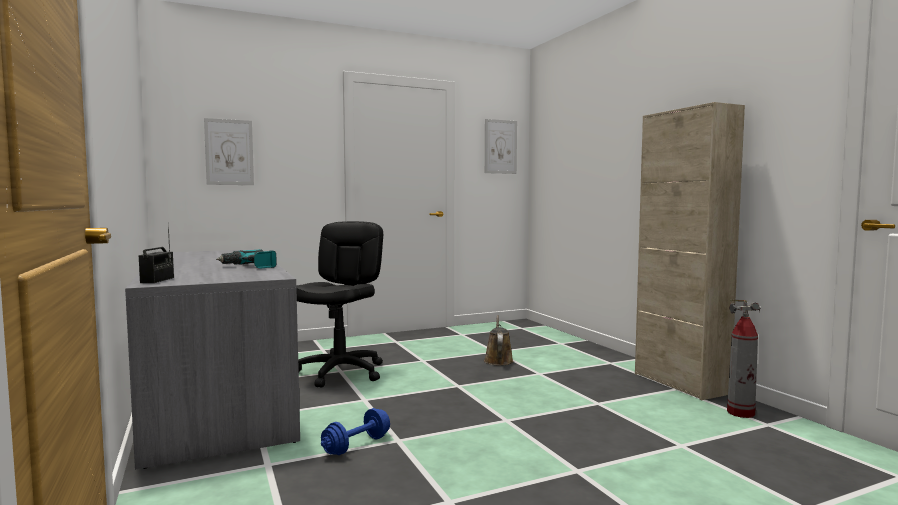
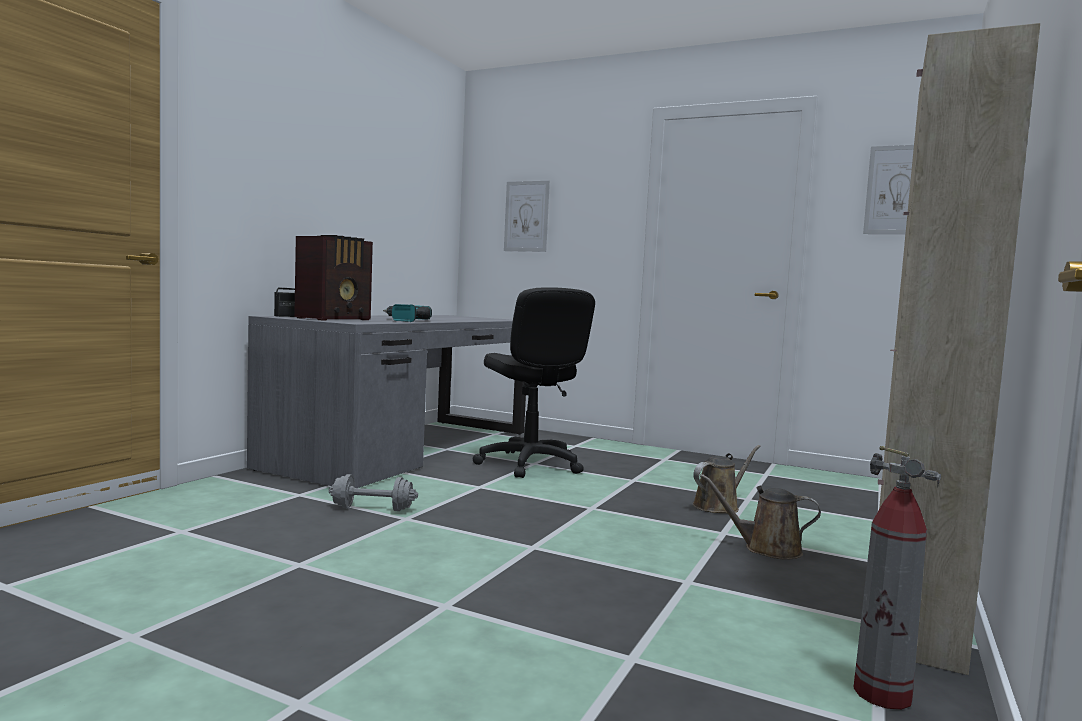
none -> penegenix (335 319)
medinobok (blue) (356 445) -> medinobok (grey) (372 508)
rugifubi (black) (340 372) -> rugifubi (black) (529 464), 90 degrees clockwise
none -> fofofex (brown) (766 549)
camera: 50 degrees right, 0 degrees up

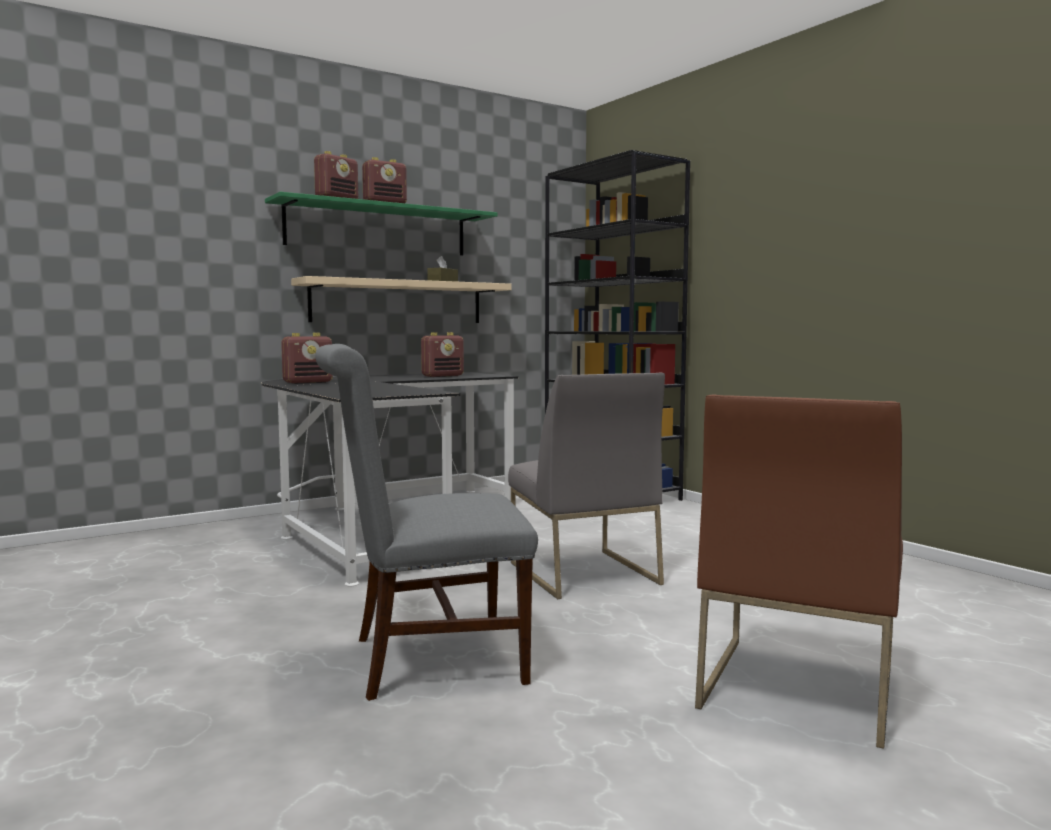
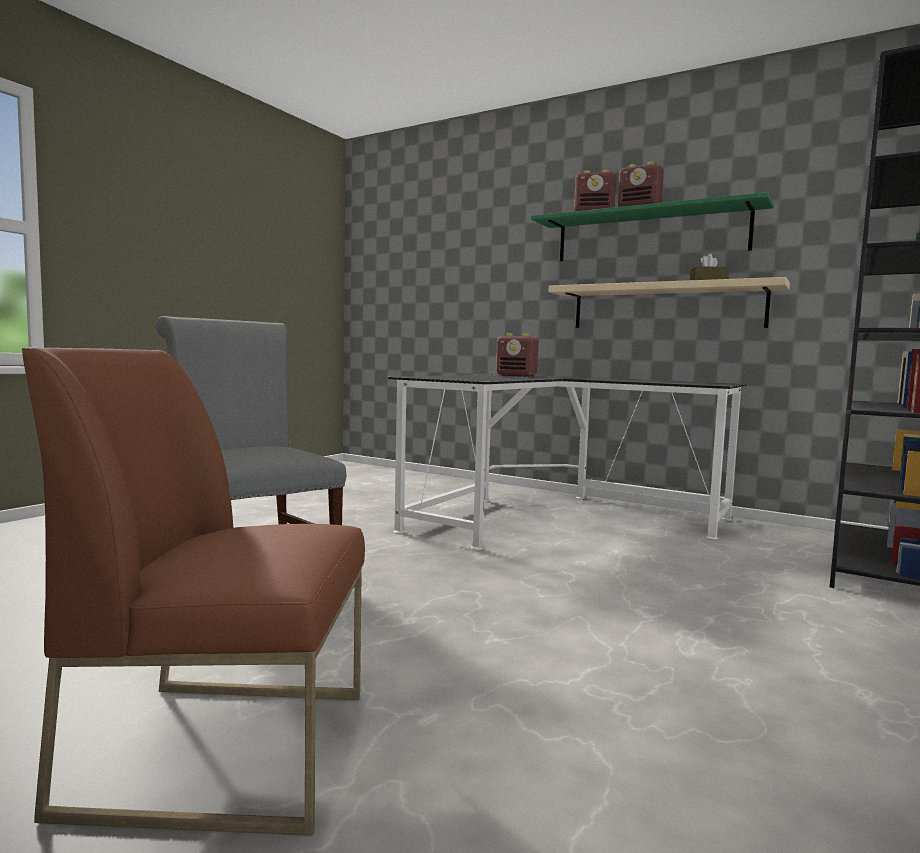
penegenix (443 376) -> none
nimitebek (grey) (582 573) -> none
camera: 65 degrees right, 0 degrees up

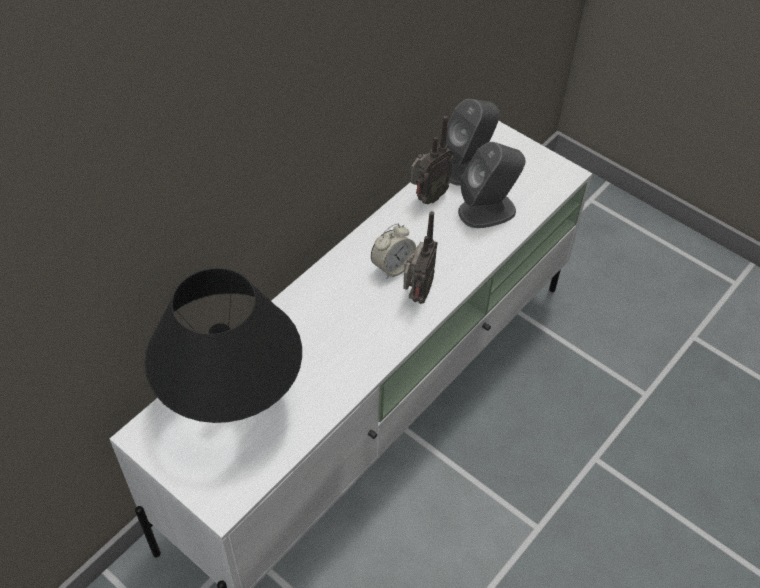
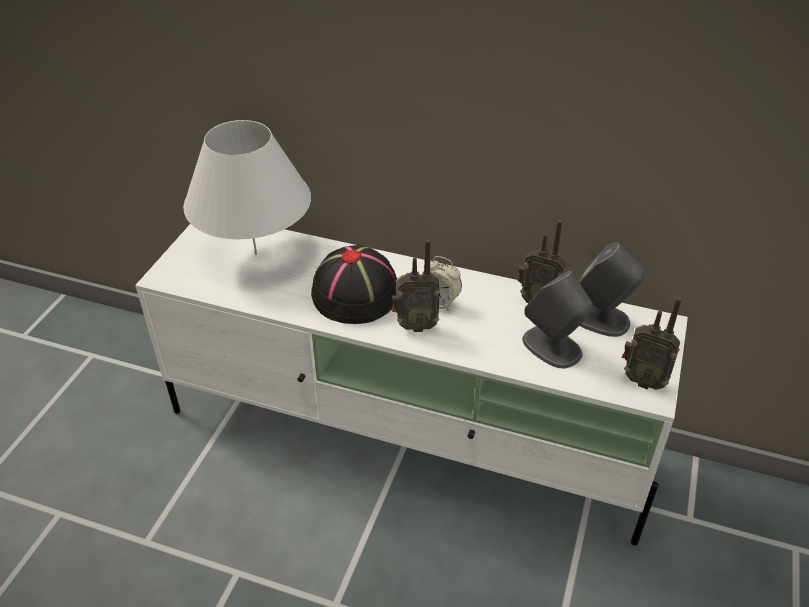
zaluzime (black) (232 400) -> zaluzime (white) (255 254)
none -> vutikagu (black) (356 293)
none -> penegenix (642 380)
camera: 70 degrees right, 10 degrees down

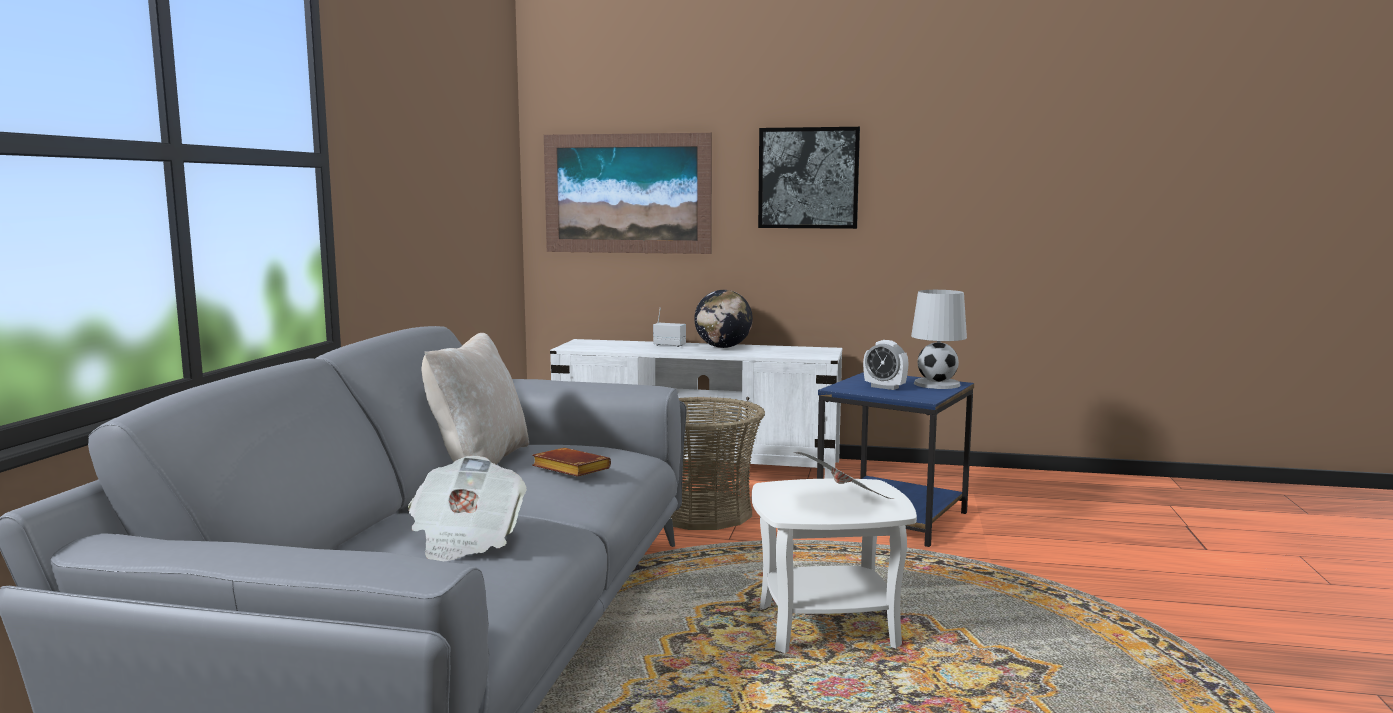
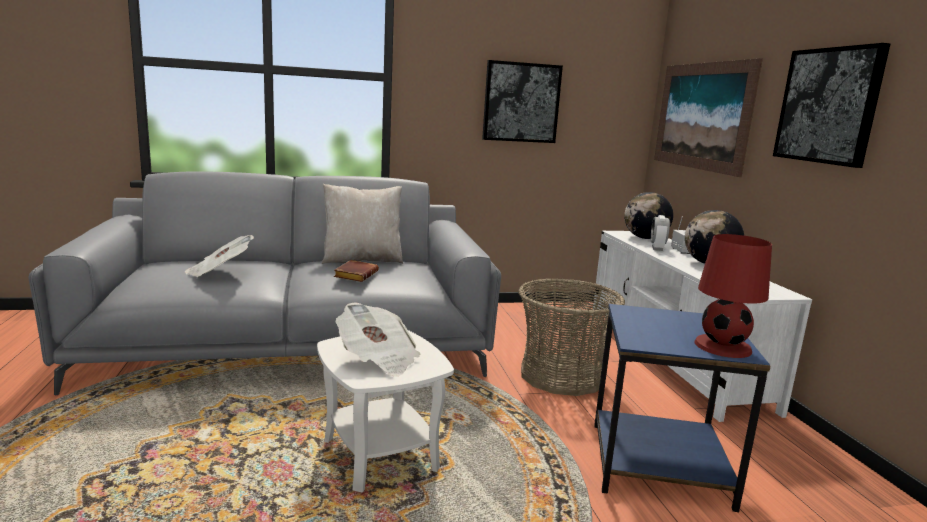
none -> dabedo (521 102)
none -> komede (645 238)
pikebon (884 387) -> pikebon (657 248), moved
zaluzime (white) (936 384) -> zaluzime (red) (722 346)
camera: 65 degrees right, 5 degrees up

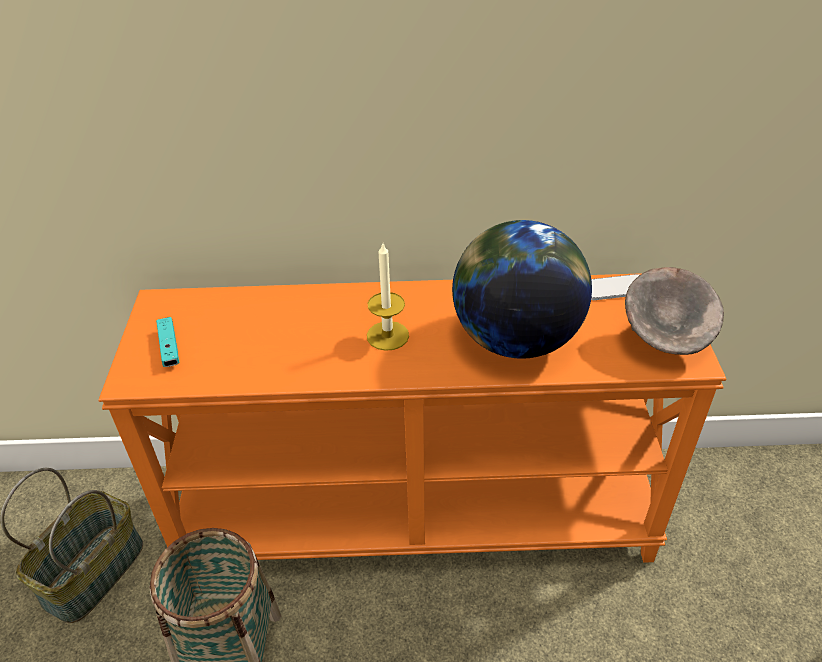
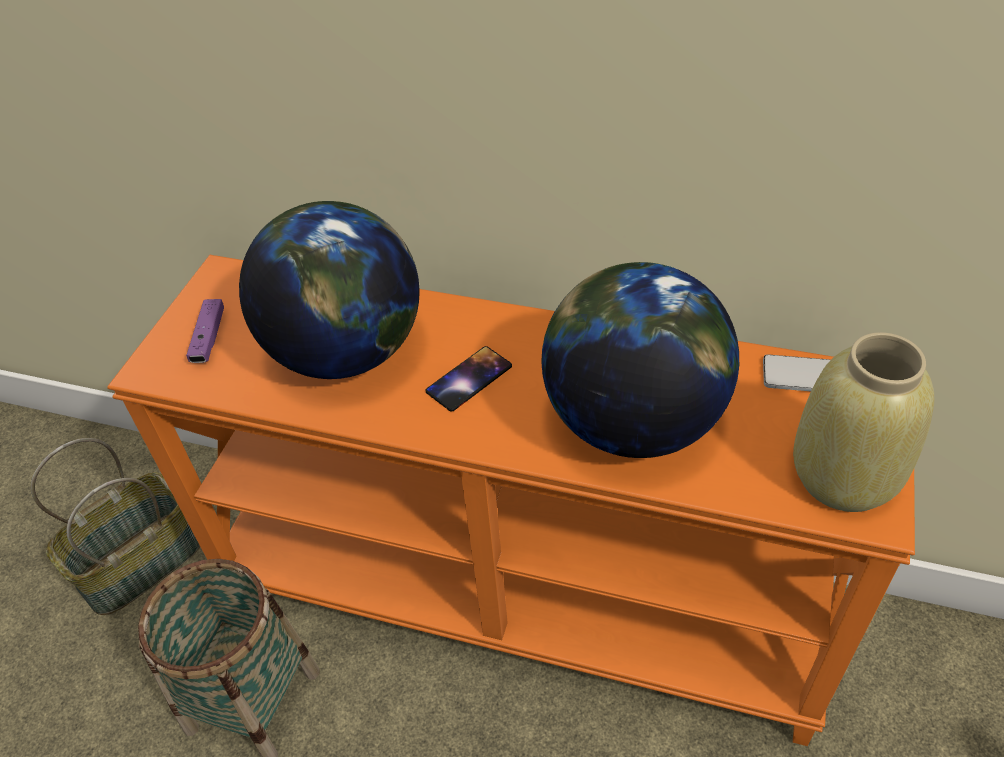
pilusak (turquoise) (169 348) -> pilusak (purple) (209 338)
none -> komede (346 351)
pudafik (387 335) -> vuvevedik (469 379)
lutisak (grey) (665 343) -> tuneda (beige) (845 476)
camera: 20 degrees right, 5 degrees up

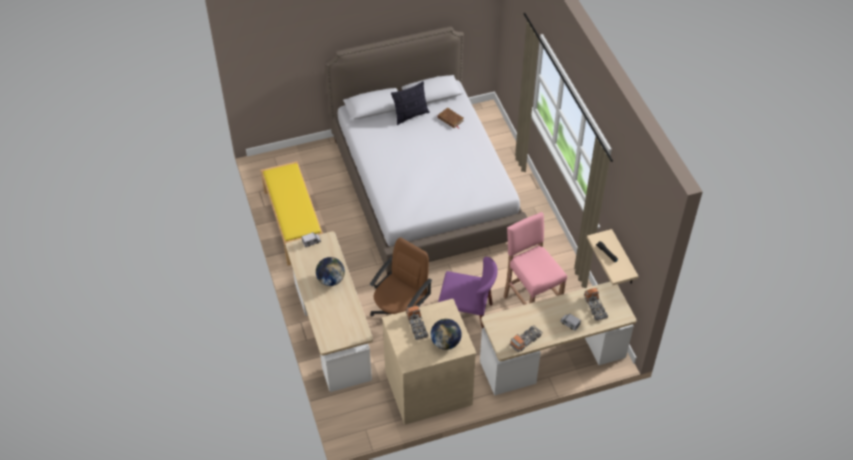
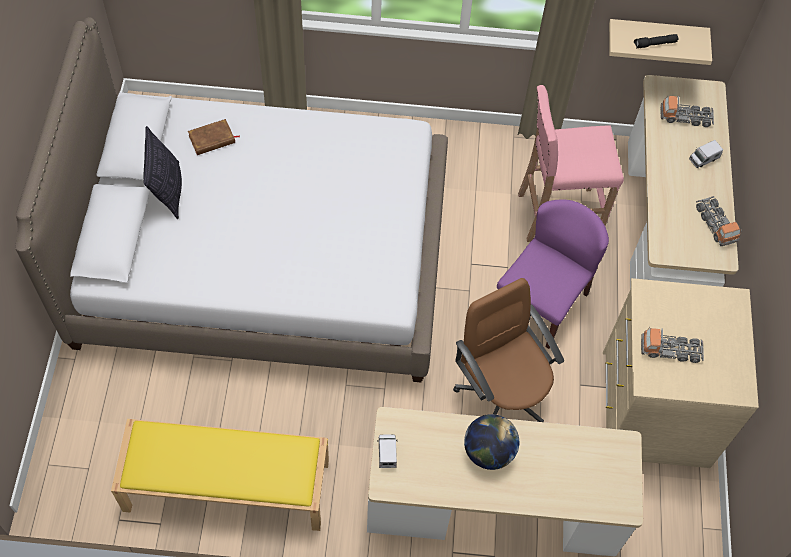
komede (445 342) -> none
camera: 70 degrees left, 10 degrees up

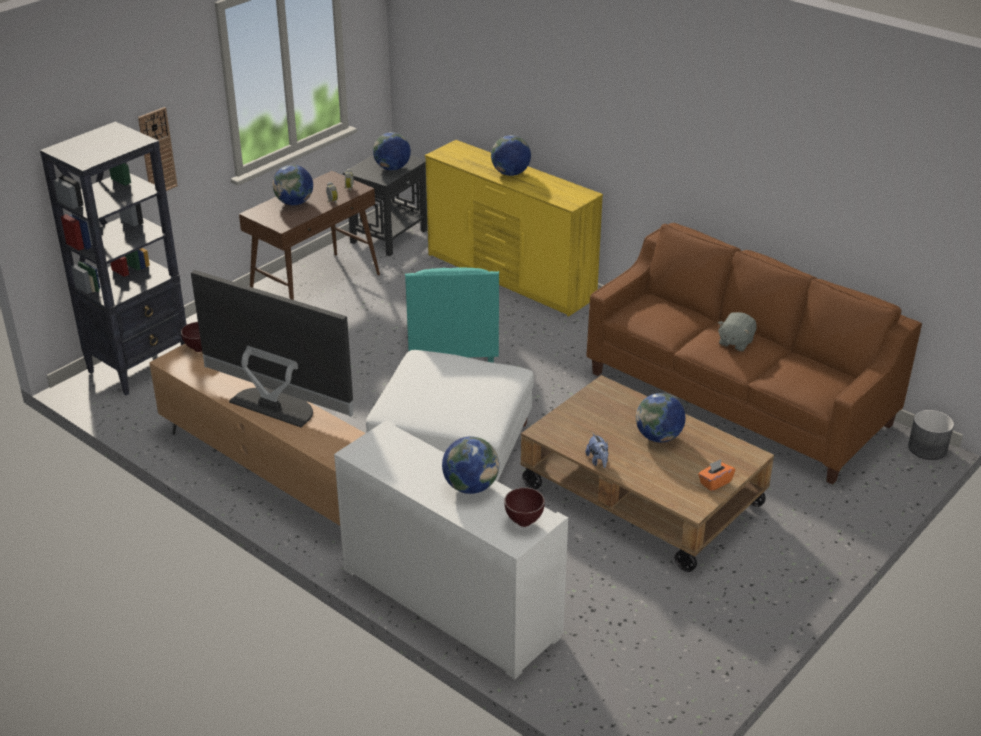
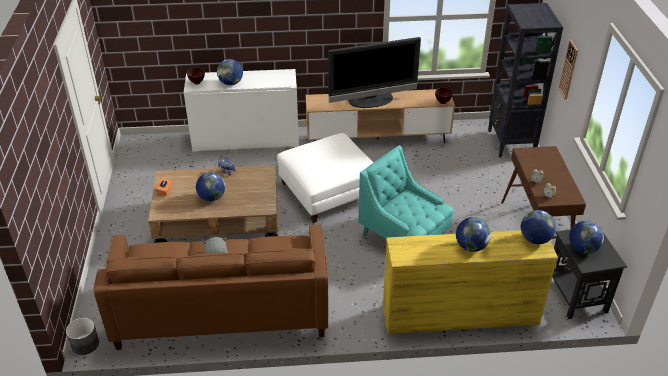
komede (294 203) -> komede (535 239), moved
camera: 135 degrees right, 5 degrees up

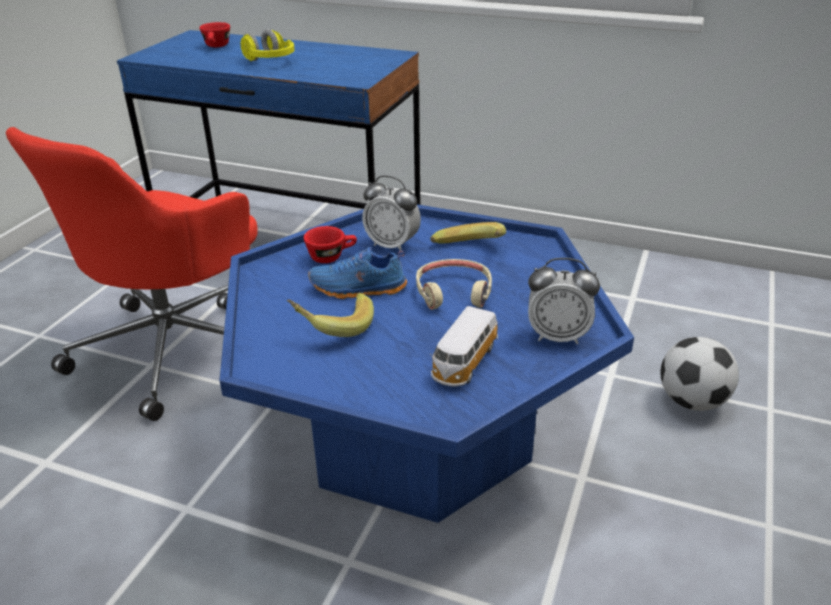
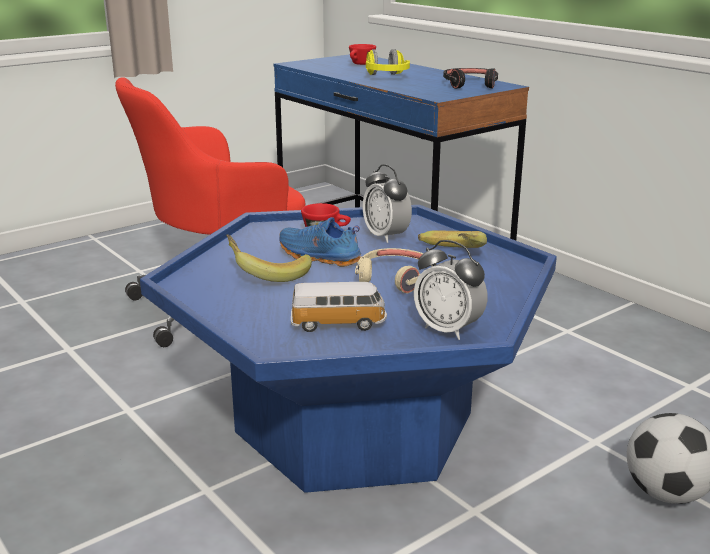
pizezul (463 363) -> pizezul (339 323), 150 degrees counterclockwise
none -> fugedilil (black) (470 84)
camera: 30 degrees right, 10 degrees down

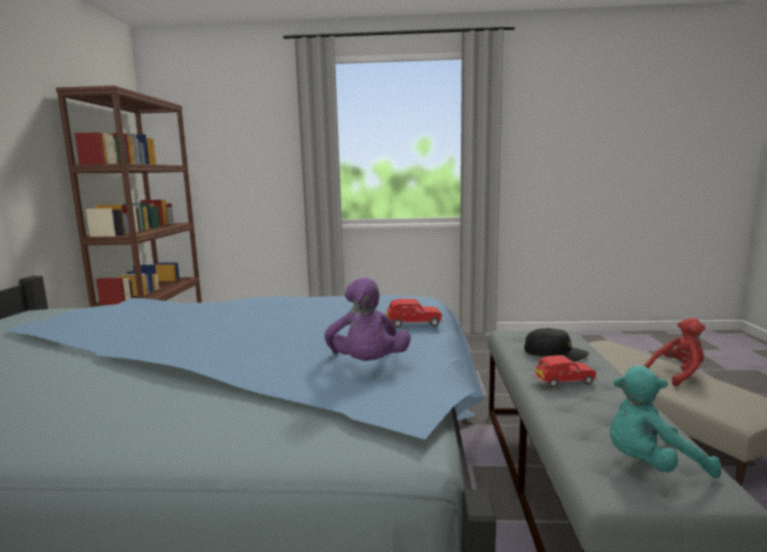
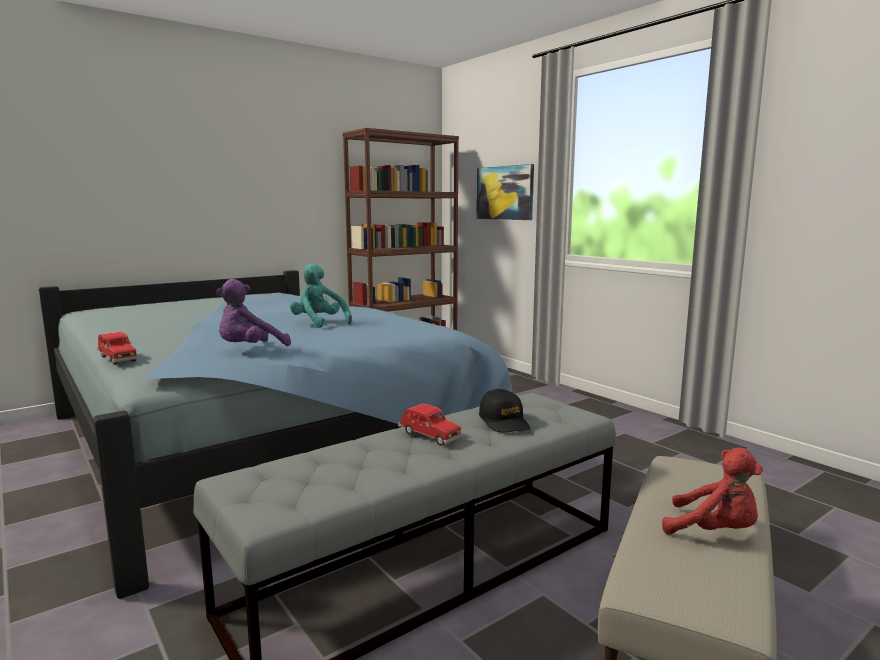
pizezul (red) (412 324) -> pizezul (red) (117 359), moved
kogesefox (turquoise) (650 465) -> kogesefox (turquoise) (319 323), moved
none -> dabedo (505 193)
camera: 50 degrees right, 0 degrees up

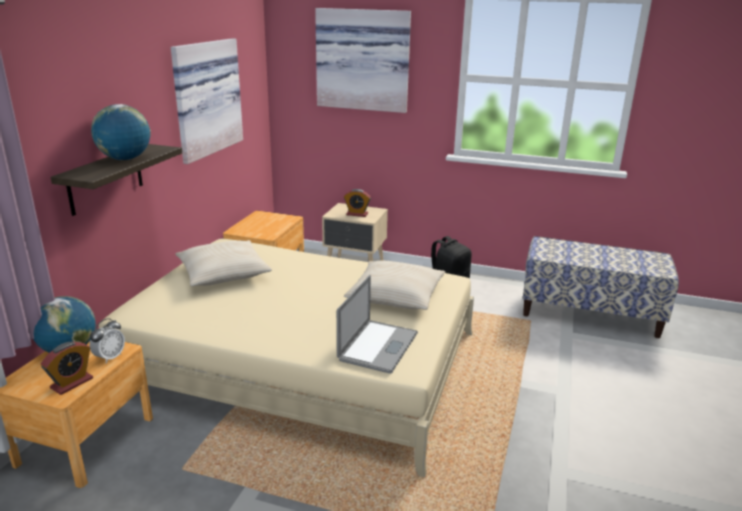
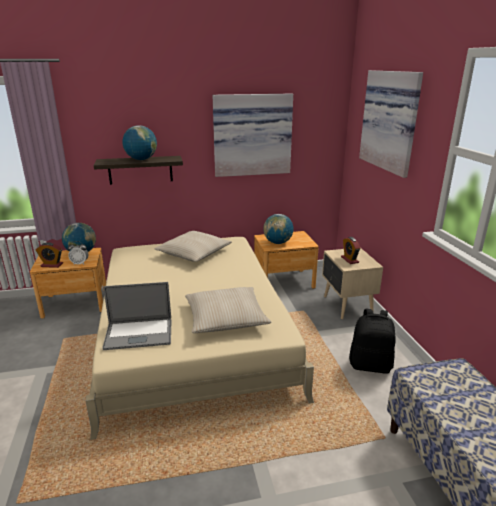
none -> komede (278 243)
camera: 60 degrees right, 0 degrees up

